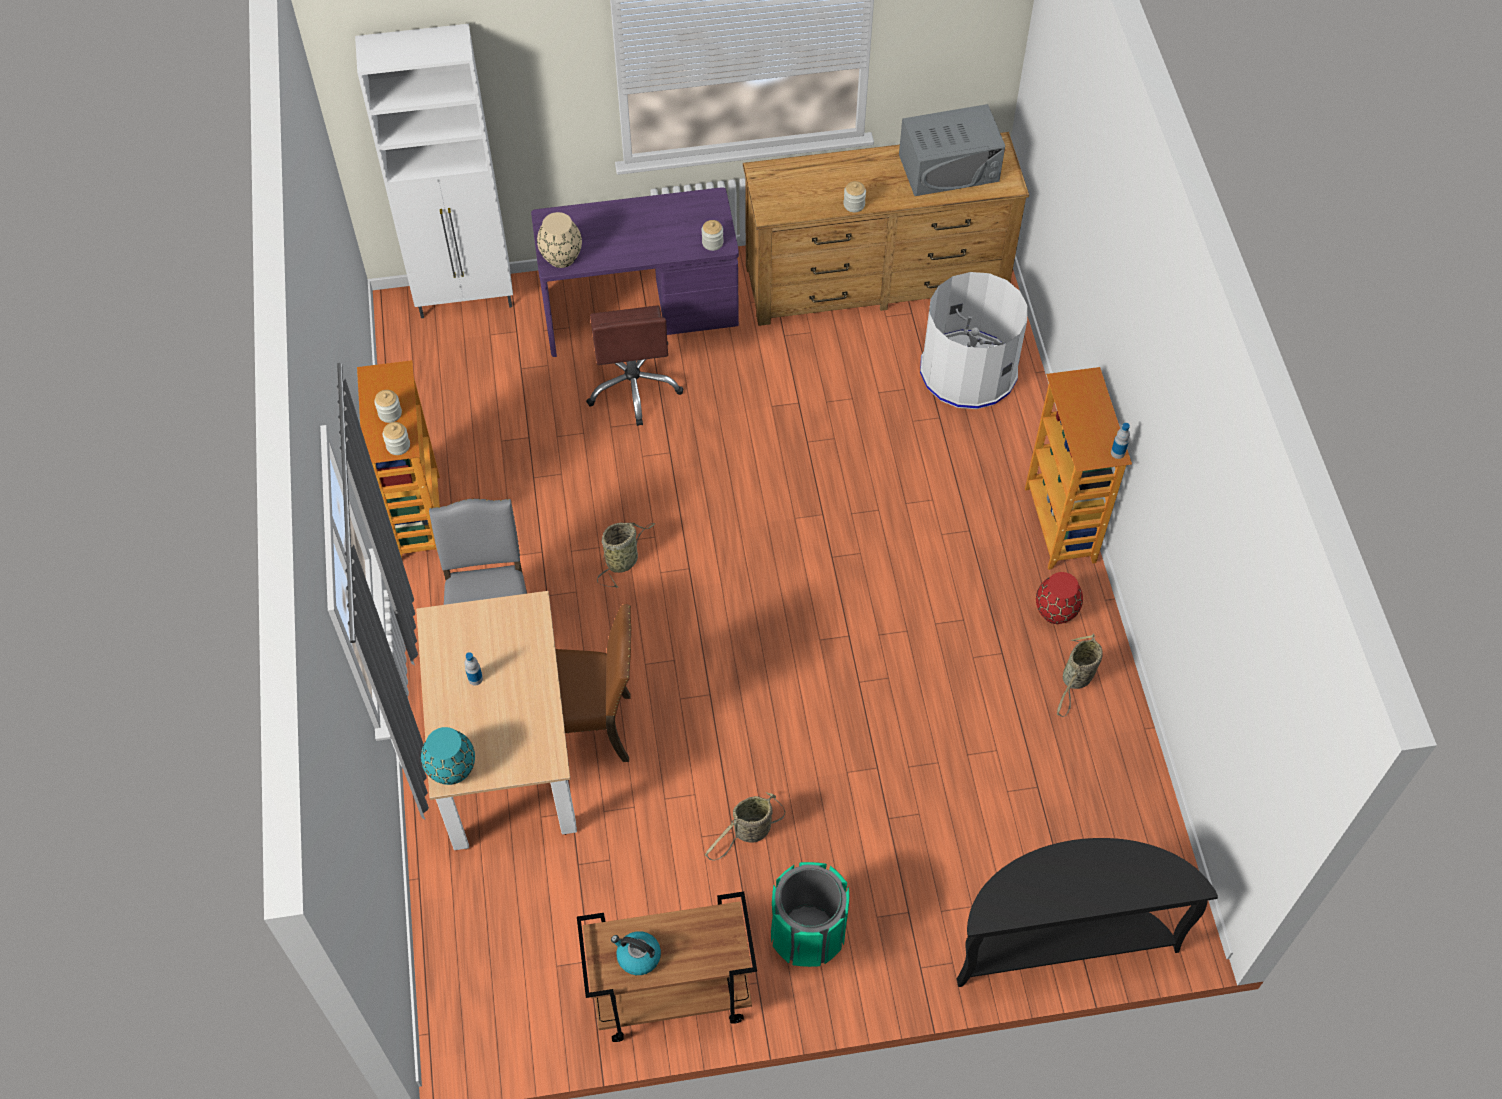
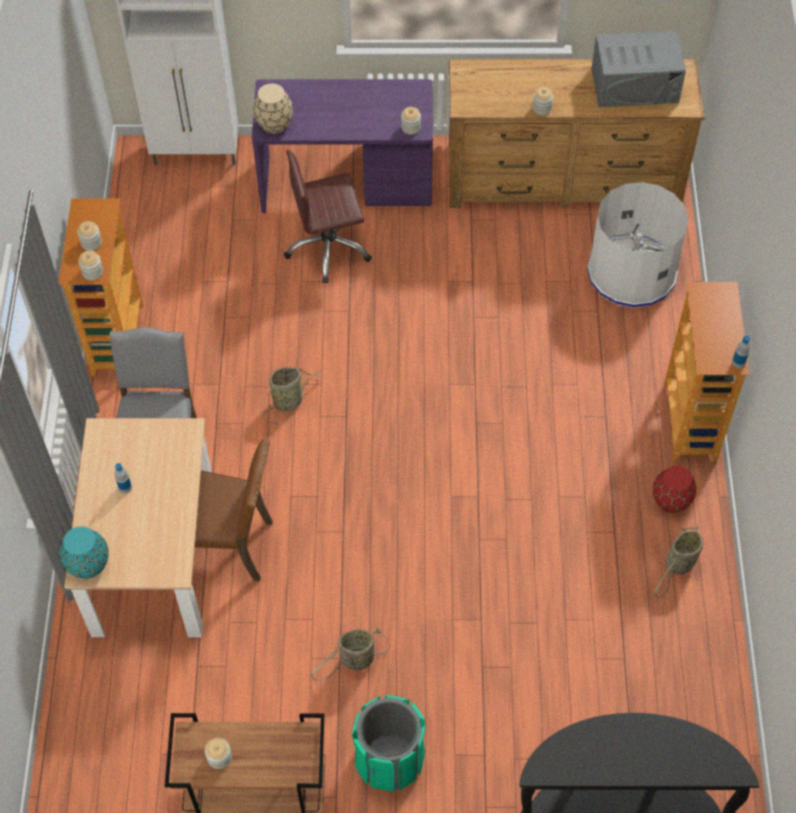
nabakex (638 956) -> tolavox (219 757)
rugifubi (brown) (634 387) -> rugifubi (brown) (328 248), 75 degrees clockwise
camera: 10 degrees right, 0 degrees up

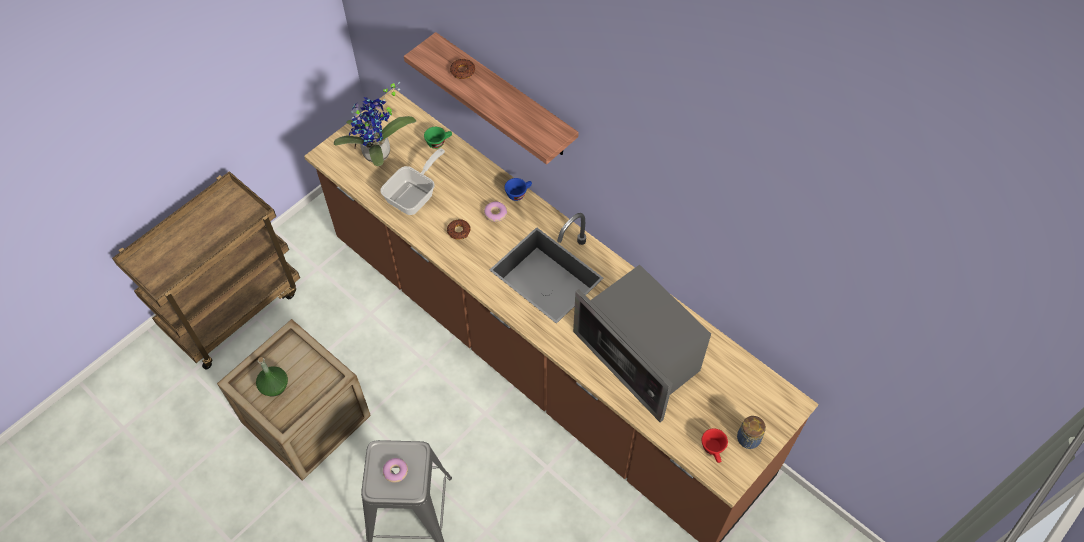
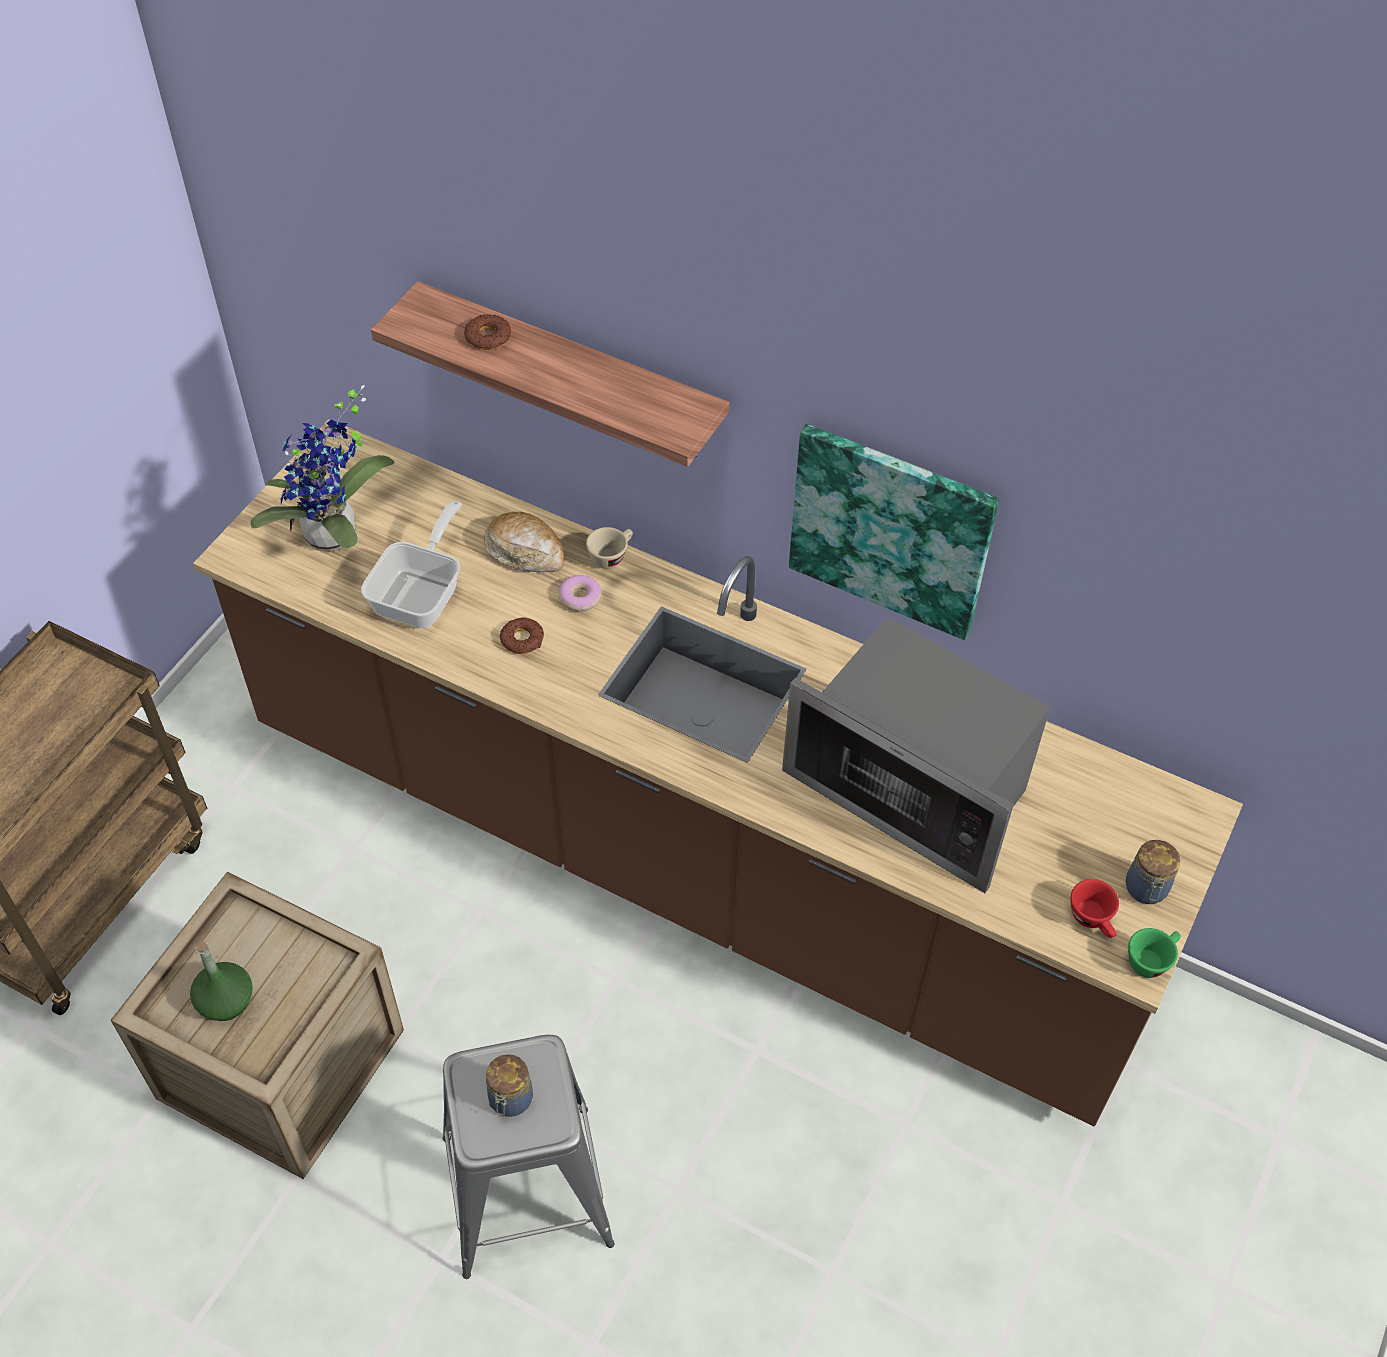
none -> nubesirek (526 551)
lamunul (395 471) -> tolavox (510 1100)
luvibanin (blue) (518 193) -> luvibanin (beige) (611 556)
none -> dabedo (891 529)
luvibanin (green) (439 142) -> luvibanin (green) (1151 959), moved
camera: 15 degrees left, 5 degrees down

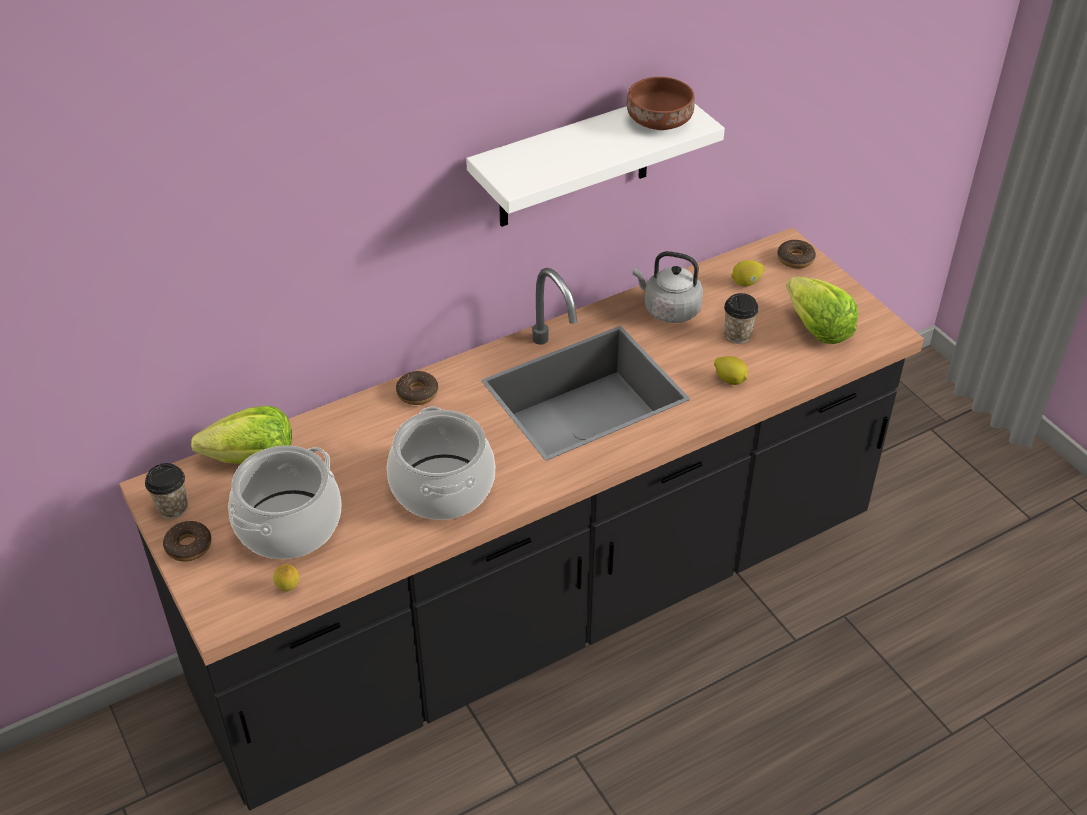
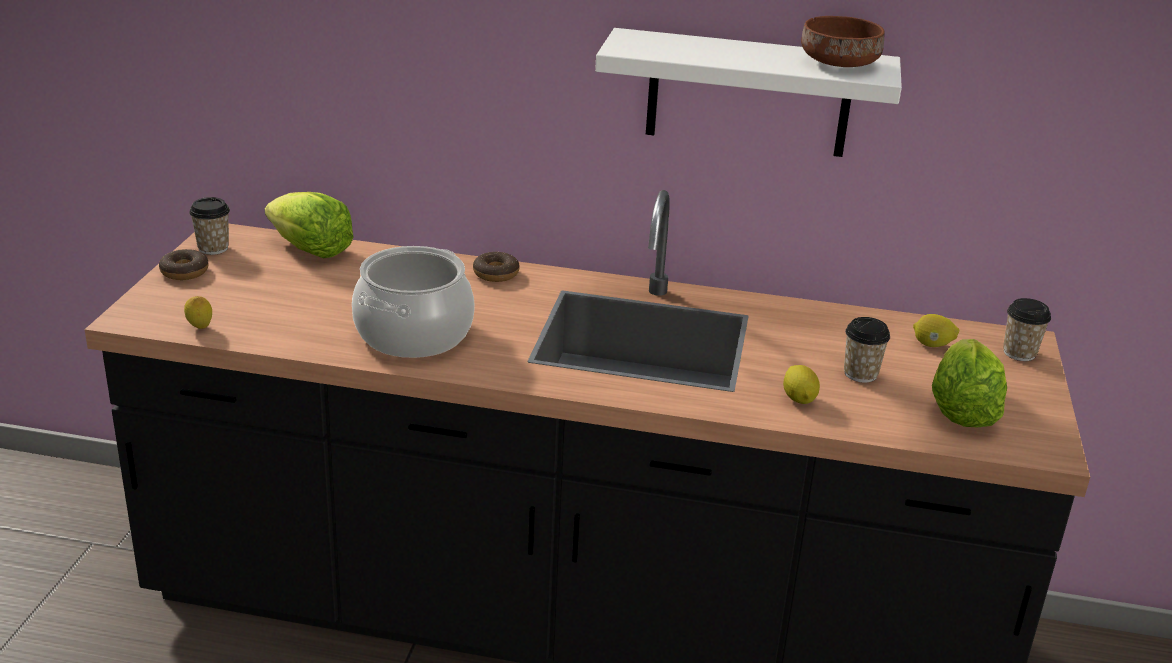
lamunul (795 259) -> luvibanin (1019 353)
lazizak (288 524) -> none
nabakex (grey) (668 310) -> none
camera: 40 degrees right, 15 degrees down

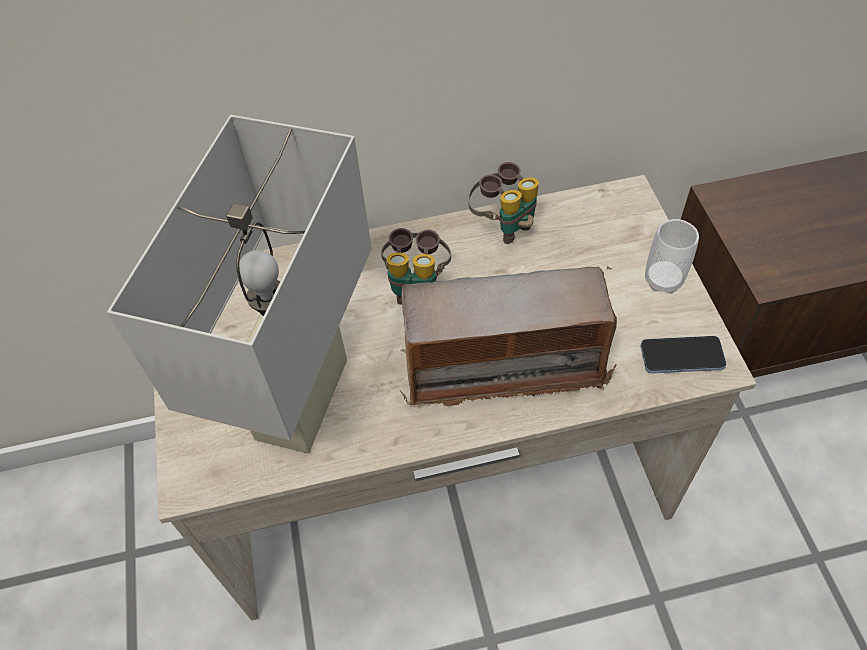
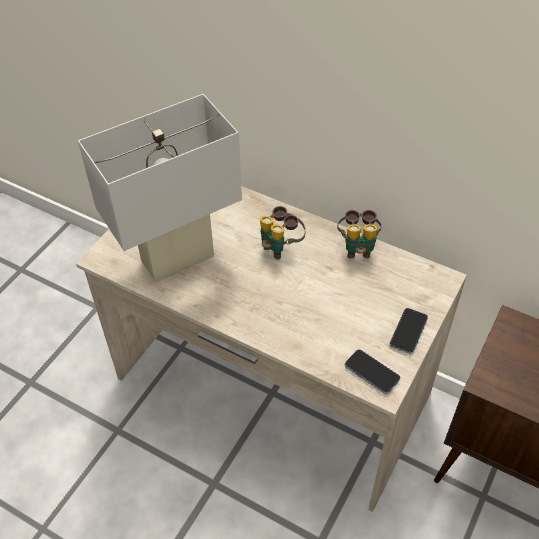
luvibanin (663 280) -> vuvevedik (408 331)
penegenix (503 365) -> none
camera: 40 degrees right, 5 degrees down

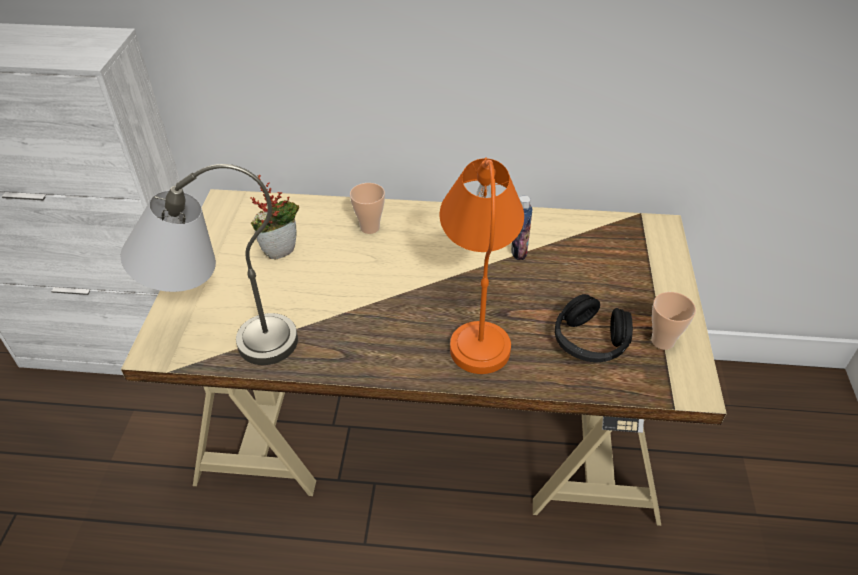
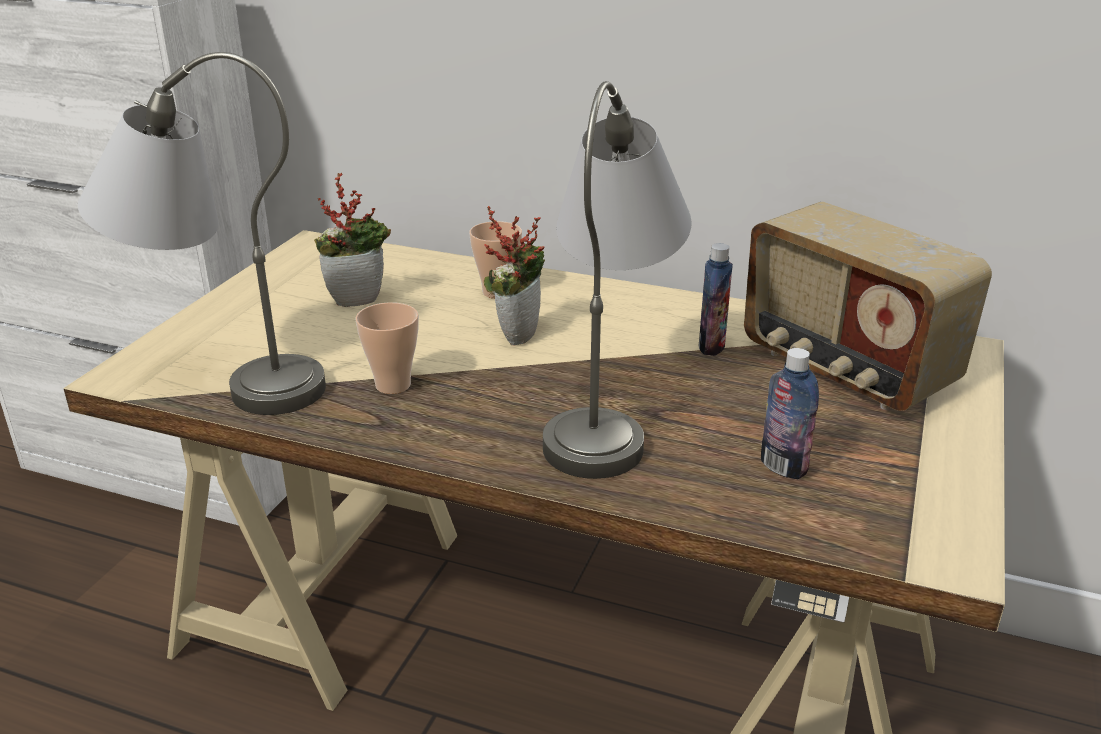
luvibanin (662 341) -> luvibanin (393 385), moved
none -> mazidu (516 333)
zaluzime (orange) (479 319) -> zaluzime (grey) (609 412)
none -> penegenix (845 369)
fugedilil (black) (589 341) -> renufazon (783 467)
camera: 15 degrees right, 15 degrees down

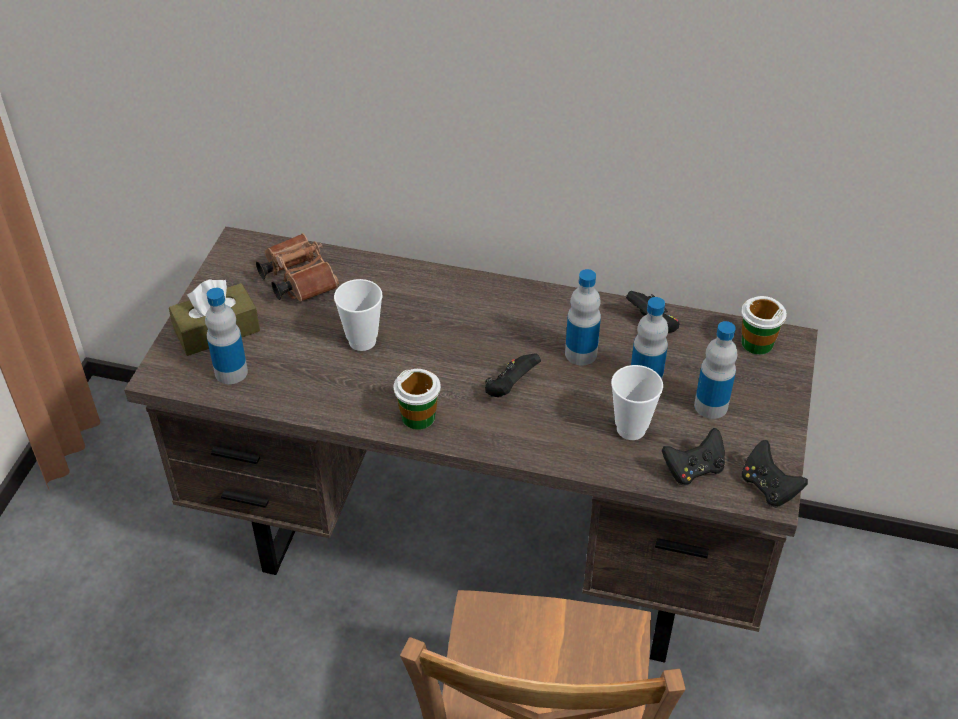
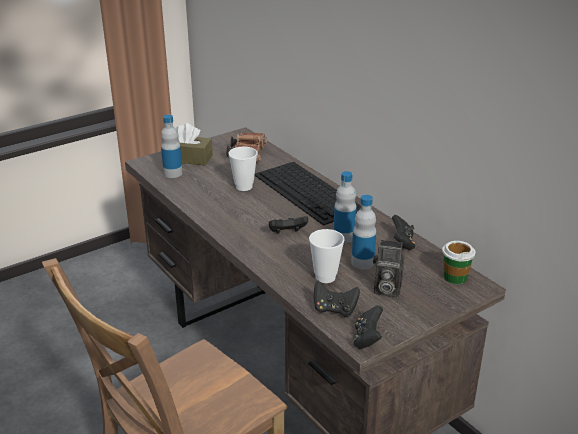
none -> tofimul (308 192)
renufazon (711 406) -> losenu (385 289)
luvibanin (418 417) -> none
camera: 40 degrees right, 15 degrees down

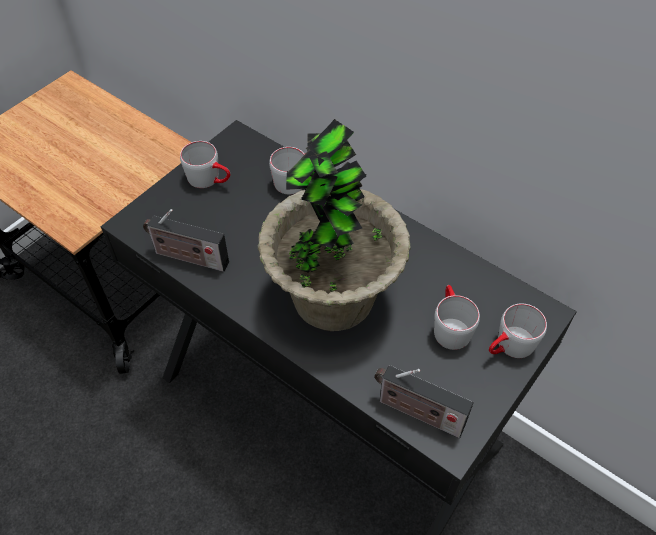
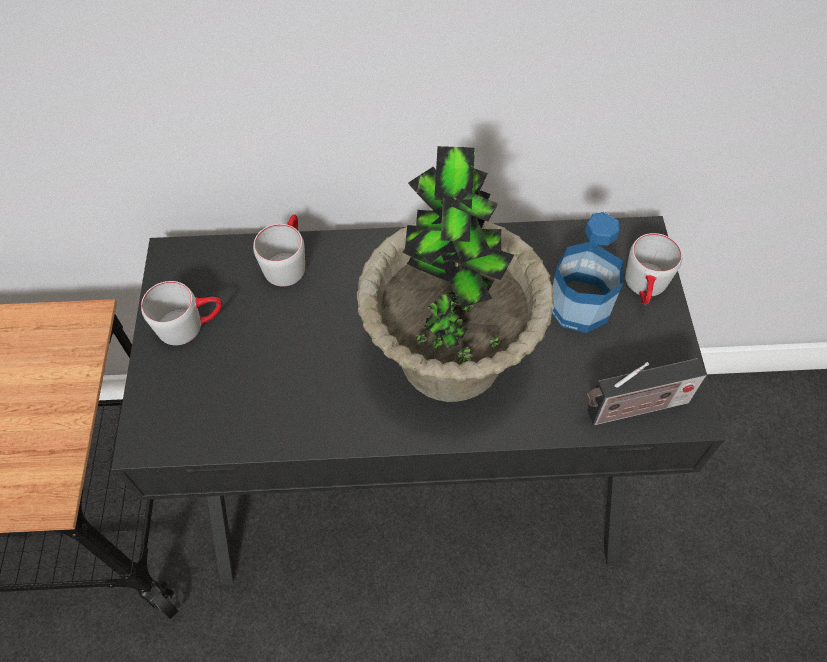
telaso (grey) (449 326) -> renufazon (579 306)
penegenix (188 257) -> none
camera: 40 degrees left, 5 degrees up

